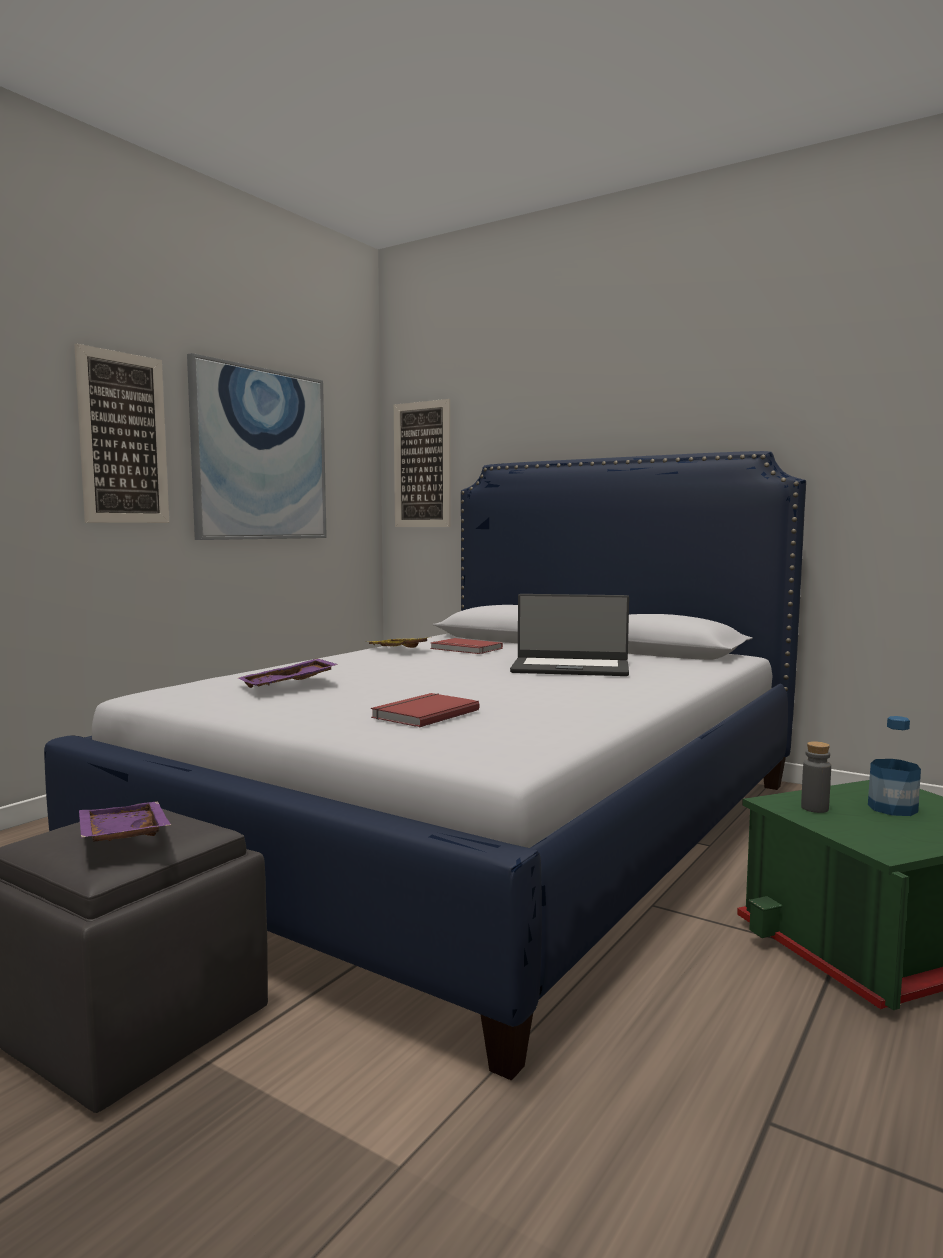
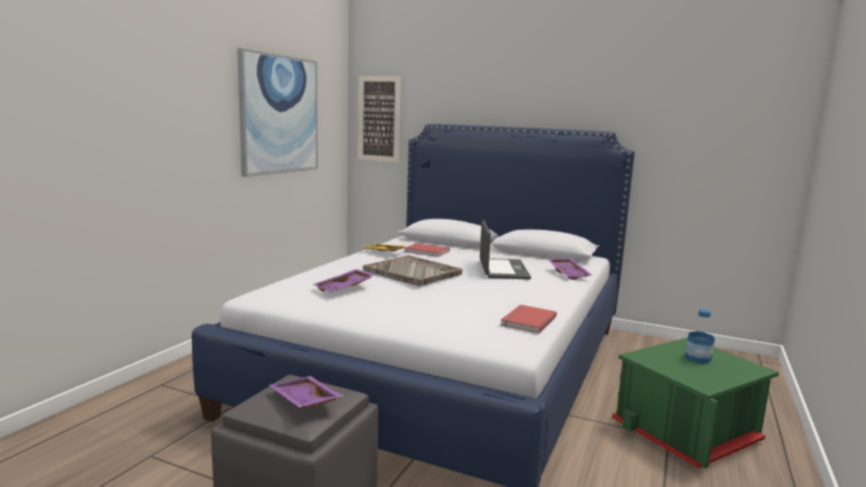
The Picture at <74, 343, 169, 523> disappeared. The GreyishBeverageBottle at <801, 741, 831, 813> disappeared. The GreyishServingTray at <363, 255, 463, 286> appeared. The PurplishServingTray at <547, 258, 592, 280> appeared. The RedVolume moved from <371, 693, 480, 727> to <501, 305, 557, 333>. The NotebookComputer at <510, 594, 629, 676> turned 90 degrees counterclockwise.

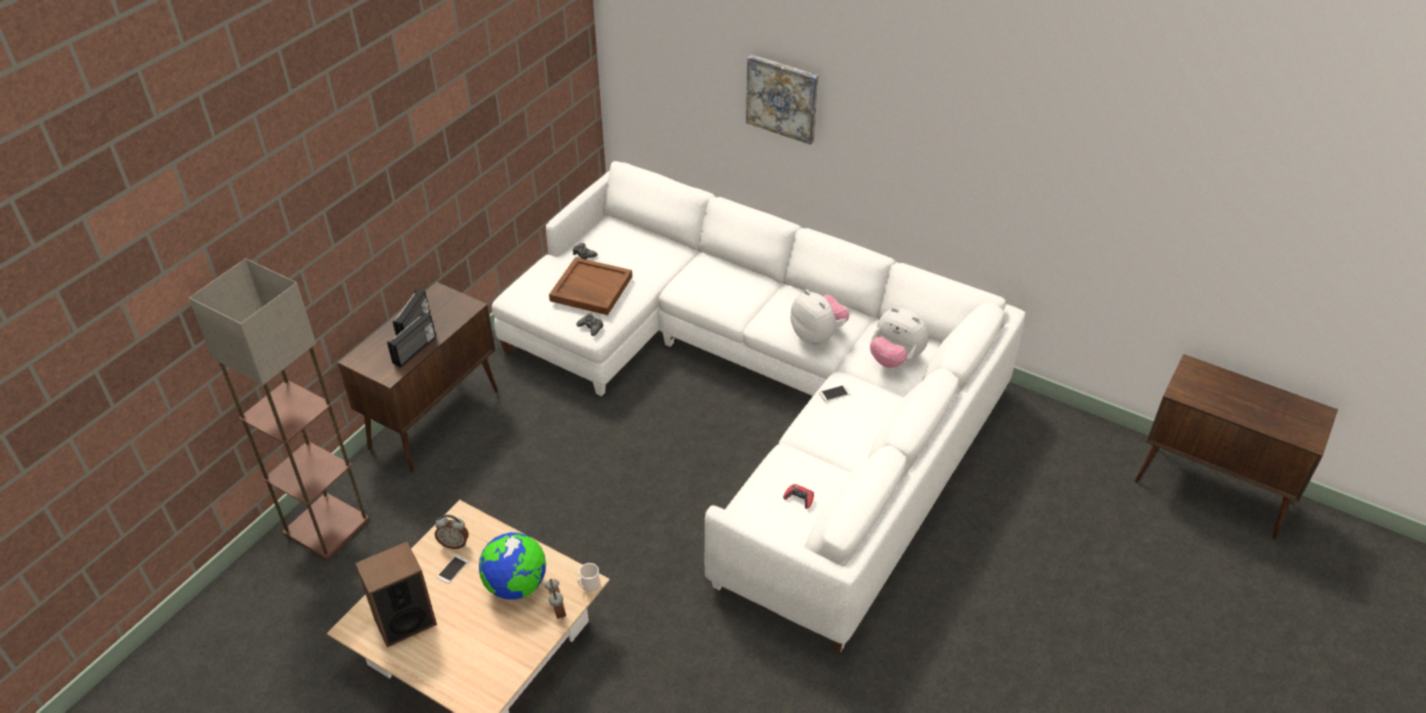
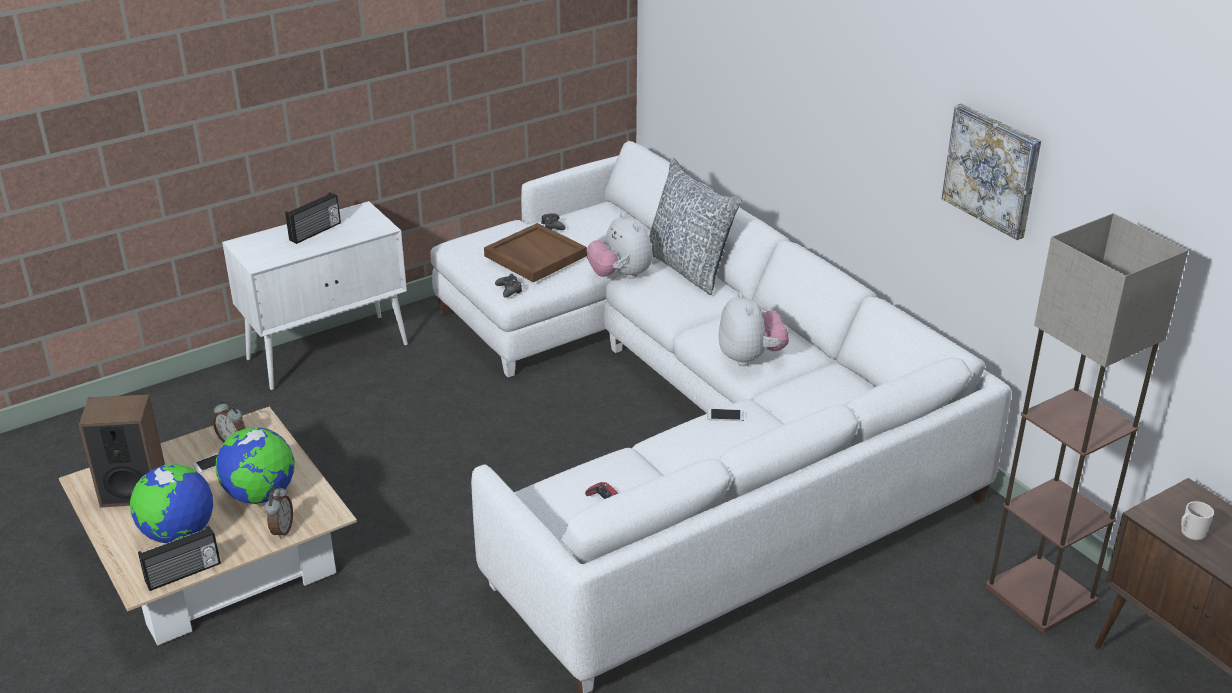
The Globe at <130, 464, 213, 543> appeared. The ThrowPillow at <649, 158, 742, 295> appeared. The StandingLamp moved from <189, 258, 369, 559> to <986, 213, 1188, 633>. The Radio moved from <387, 312, 436, 367> to <138, 526, 221, 591>. The CoffeeMug moved from <577, 563, 599, 592> to <1181, 501, 1214, 541>. The Picture moved from <746, 55, 819, 145> to <942, 103, 1041, 240>. The SoftToy moved from <870, 307, 929, 368> to <587, 213, 653, 279>. The BrownCabinet at <338, 282, 498, 473> became the WhiteColouredCabinet at <222, 201, 408, 390>.

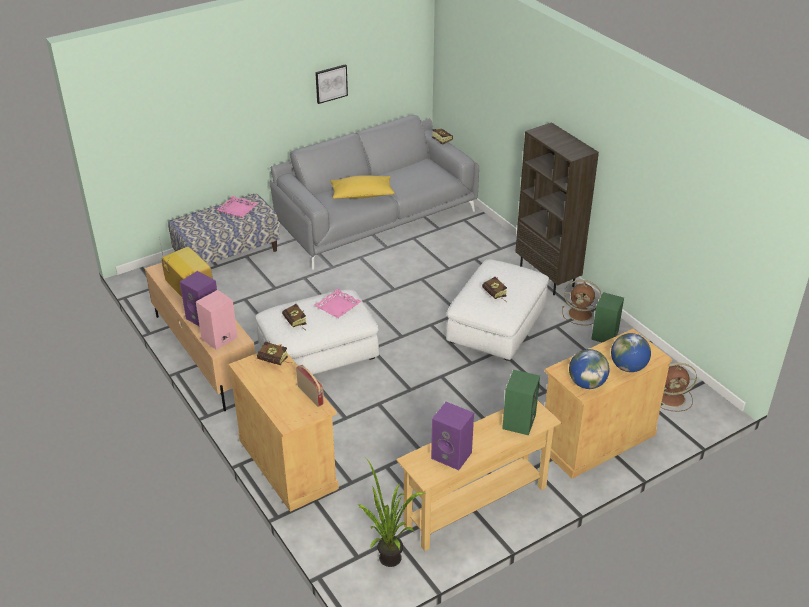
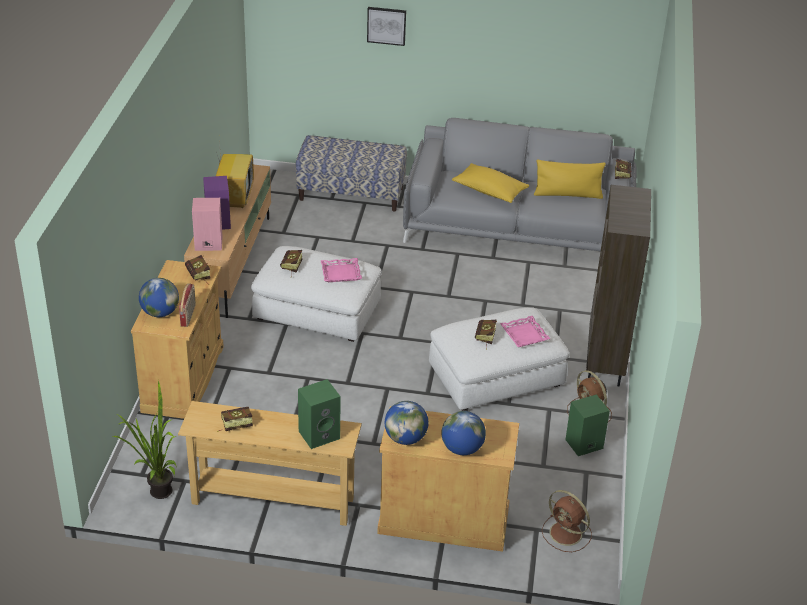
The Globe at <139, 278, 179, 317> appeared. The YellowishThrowPillow at <534, 160, 606, 199> appeared. The PinkColouredServingTray moved from <217, 196, 258, 218> to <500, 316, 550, 347>. The Picture moved from <315, 64, 348, 104> to <367, 7, 406, 46>. The PurplishAudioSpeaker at <431, 402, 474, 470> was replaced by the Volume at <217, 407, 253, 432>.

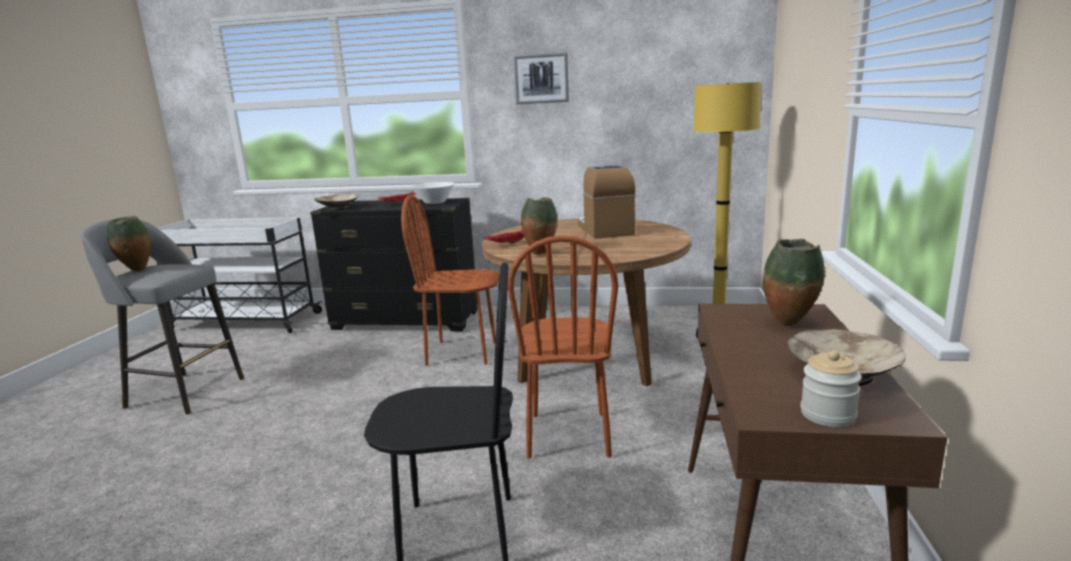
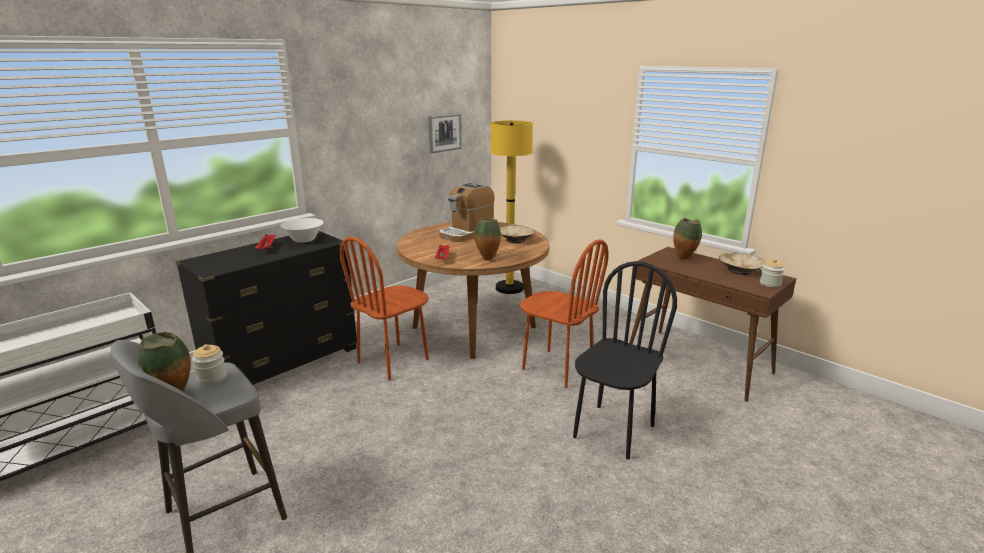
The Jar at <192, 344, 227, 385> appeared. The BeigeDeepDish moved from <314, 194, 359, 210> to <500, 225, 535, 243>. The Picture moved from <513, 52, 569, 104> to <428, 113, 462, 153>. The CoffeeMachine at <578, 165, 635, 239> turned 75 degrees counterclockwise.

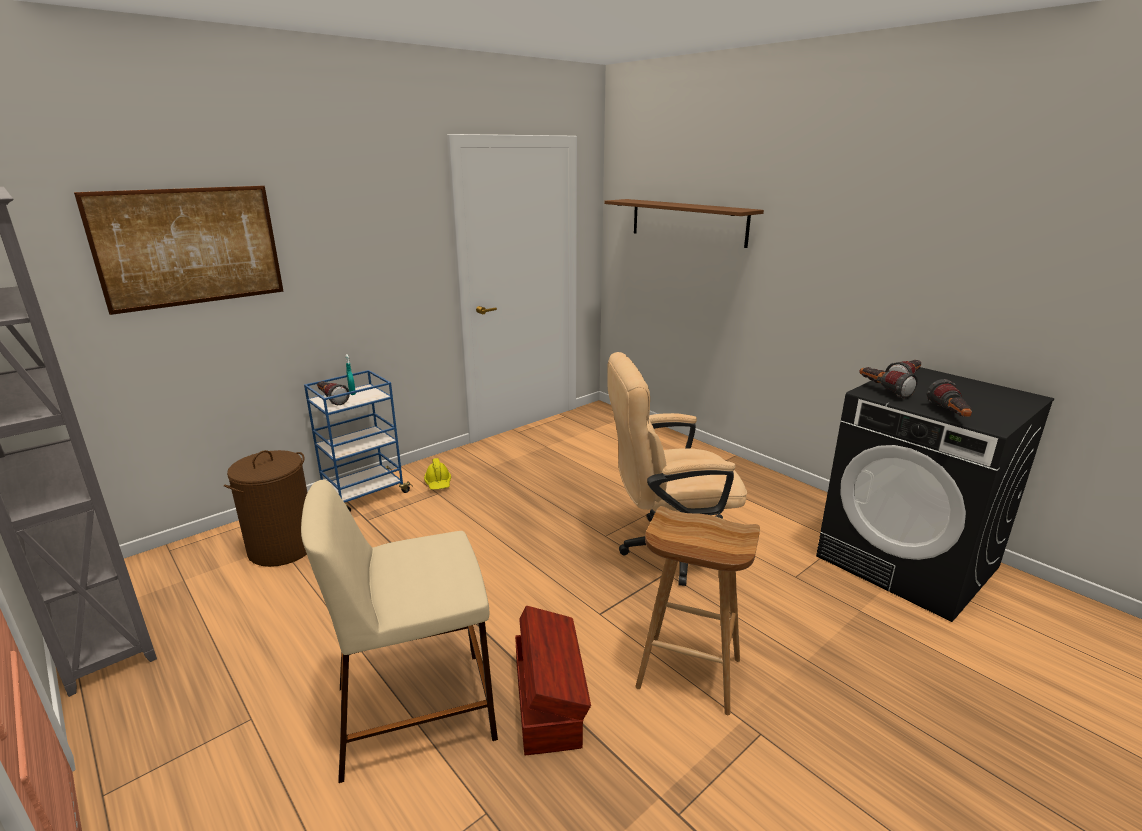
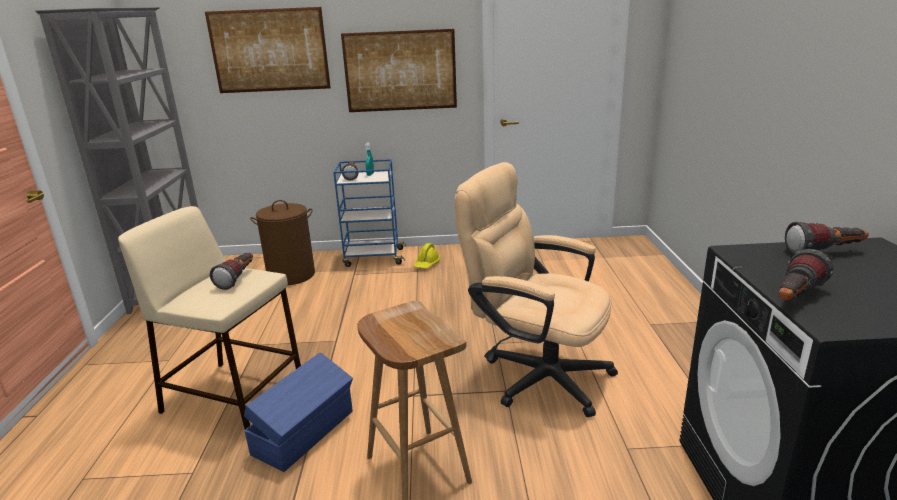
The BrownWallShelf at <604, 199, 764, 248> disappeared. The Picture at <341, 29, 457, 112> appeared. The Torch moved from <859, 367, 918, 399> to <210, 253, 253, 290>. The BrownStorageBox at <515, 606, 591, 755> became the BlueStorageBox at <244, 352, 353, 472>.

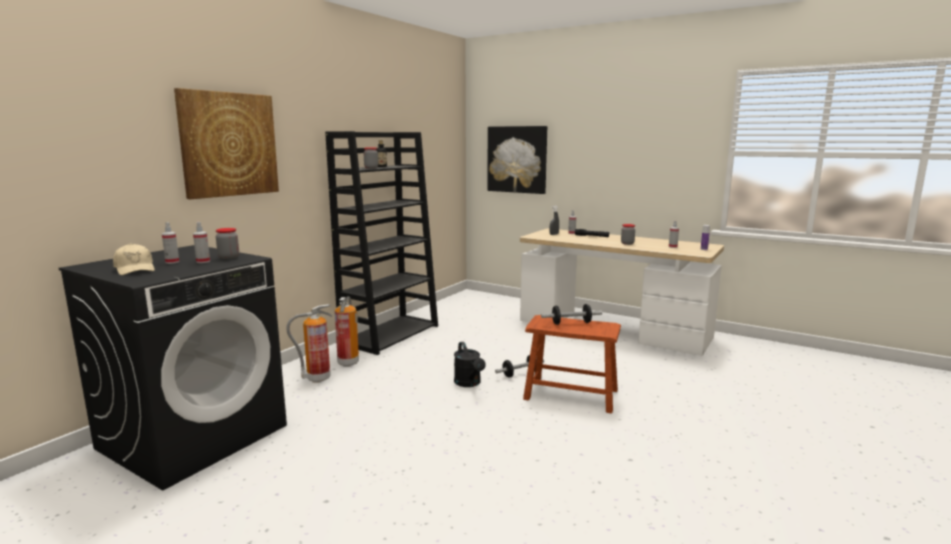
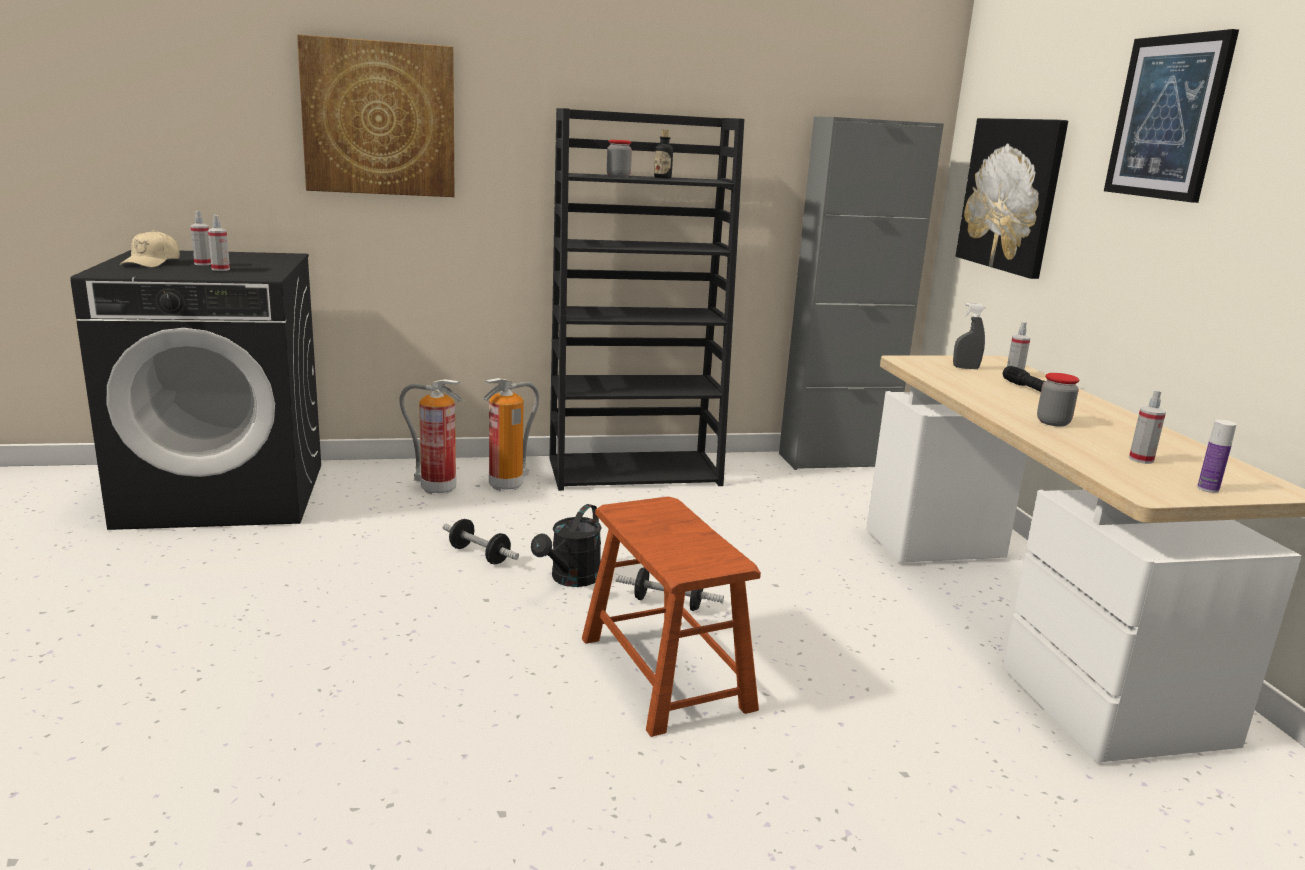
The Jar at <216, 228, 239, 259> disappeared. The GreyishCabinet at <779, 116, 944, 470> appeared. The Picture at <1104, 29, 1239, 203> appeared. The FreeWeight moved from <541, 304, 602, 325> to <442, 519, 519, 564>.

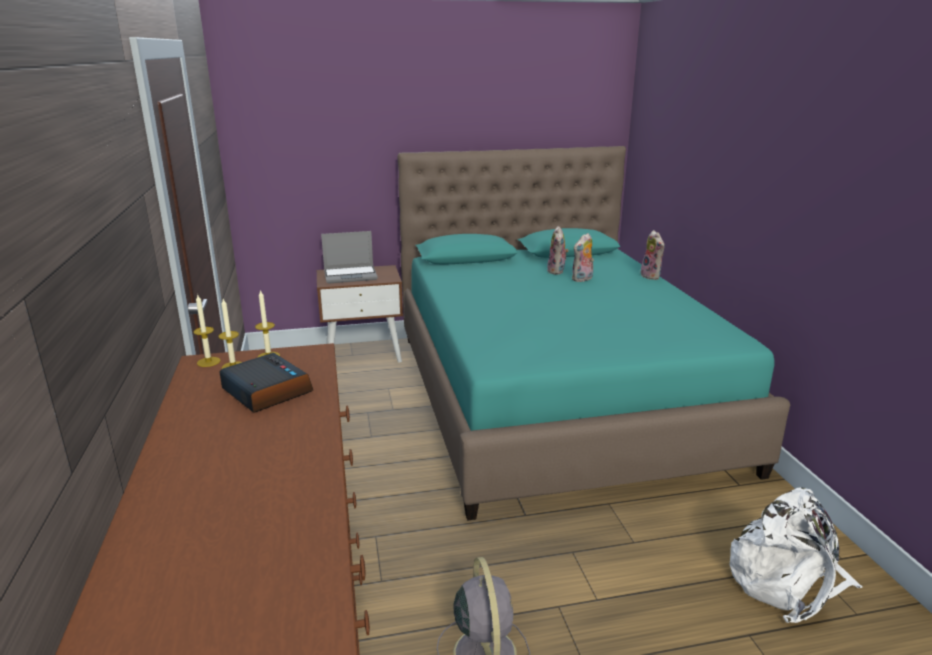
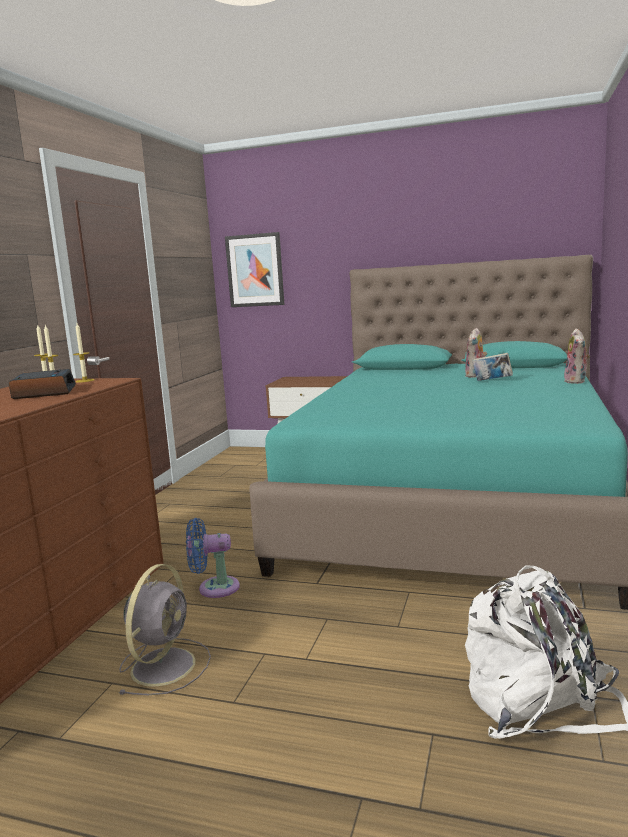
The NotebookComputer at <321, 231, 378, 284> disappeared. The BlueFan at <186, 518, 240, 598> appeared. The Picture at <225, 232, 284, 307> appeared. The SoftToy at <572, 233, 594, 282> was replaced by the Volume at <473, 353, 513, 381>.

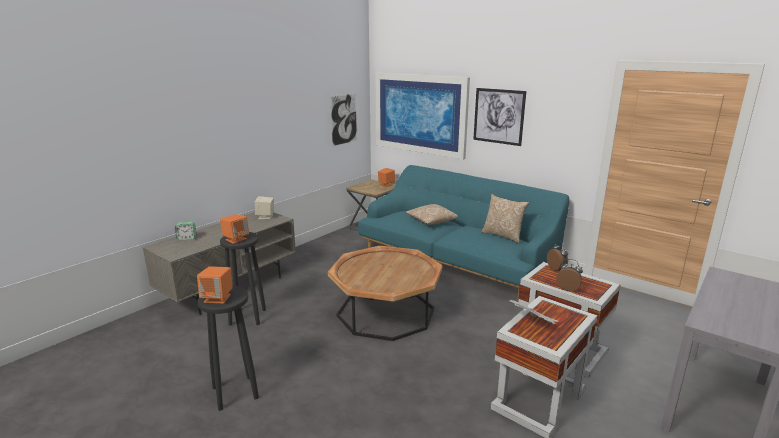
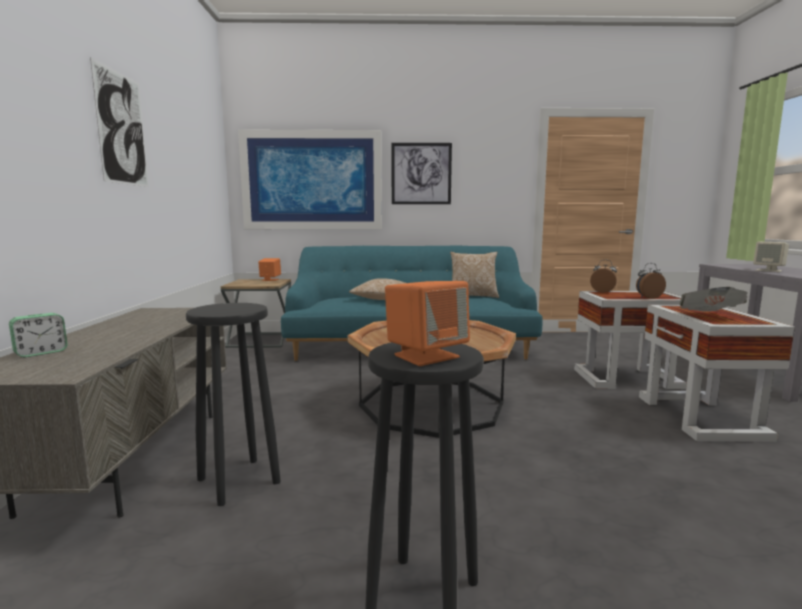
The OrangeAudioSpeaker at <220, 214, 249, 244> disappeared. The BeigeAudioSpeaker moved from <255, 196, 274, 219> to <753, 242, 789, 272>. The Picture moved from <330, 92, 357, 147> to <90, 57, 149, 187>.

